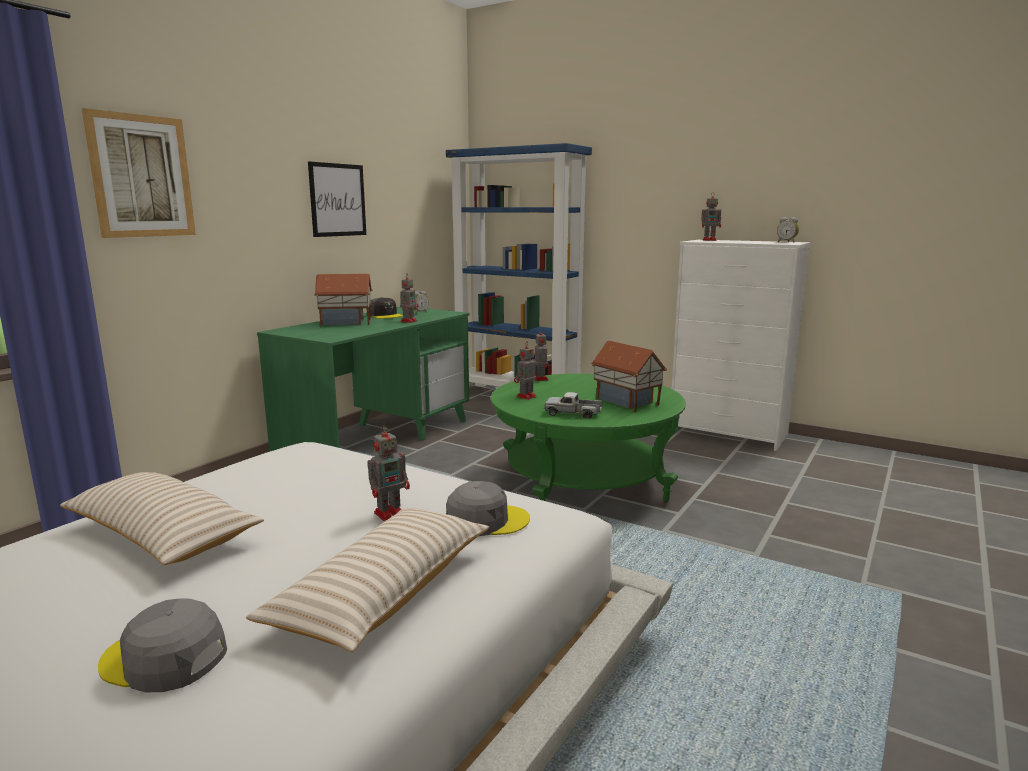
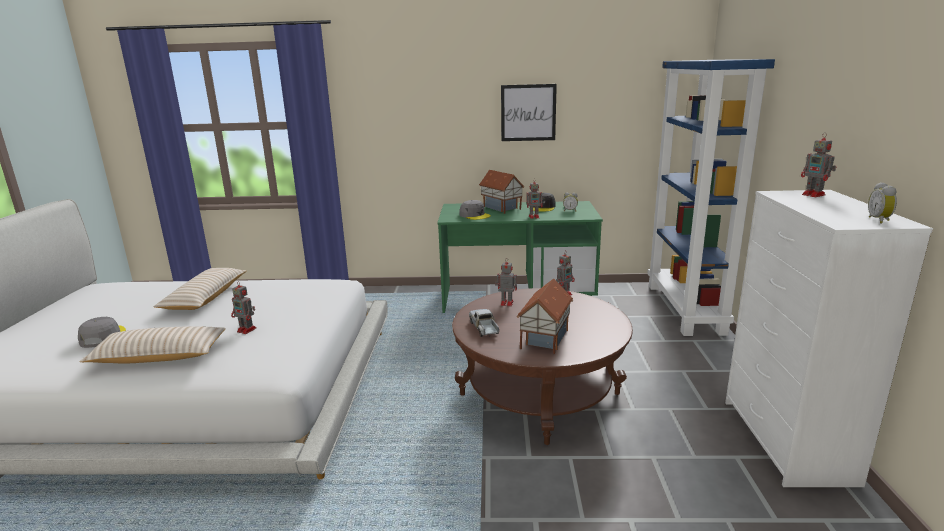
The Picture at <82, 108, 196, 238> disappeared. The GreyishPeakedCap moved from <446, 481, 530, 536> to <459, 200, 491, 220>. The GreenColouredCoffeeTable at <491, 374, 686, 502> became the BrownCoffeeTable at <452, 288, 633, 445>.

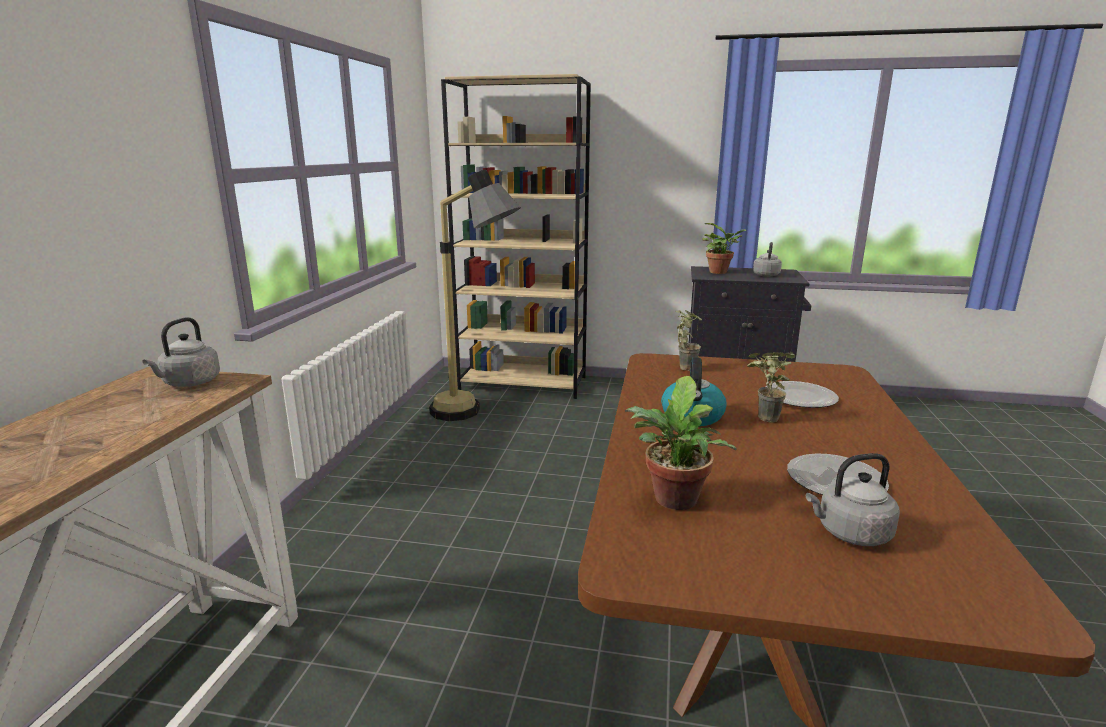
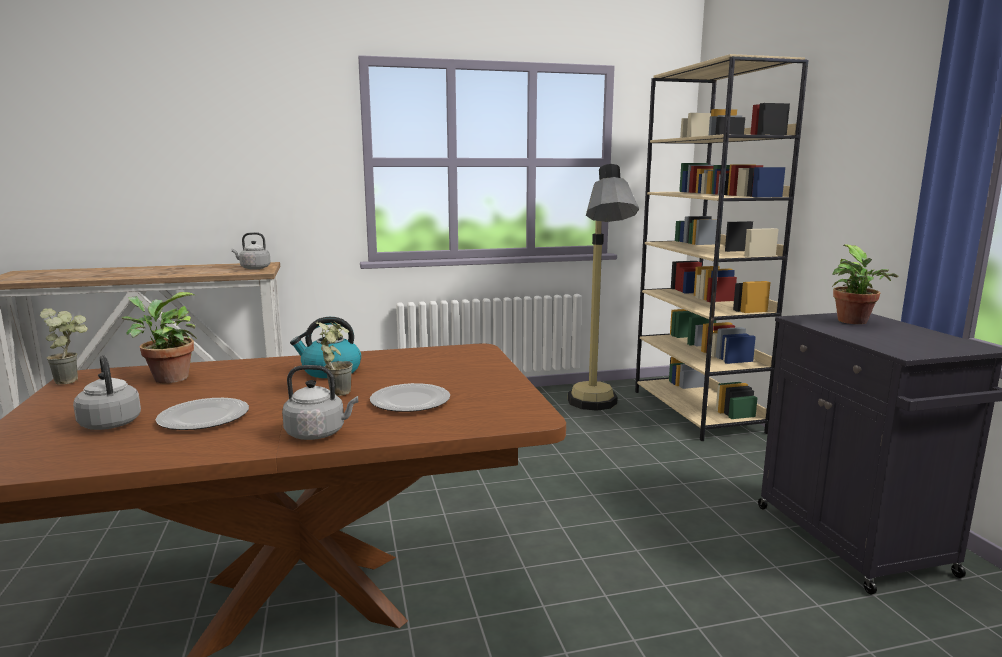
The PottedPlant moved from <676, 310, 702, 371> to <40, 308, 88, 385>. The GreyishWaterKettle moved from <753, 242, 782, 277> to <282, 365, 358, 440>.

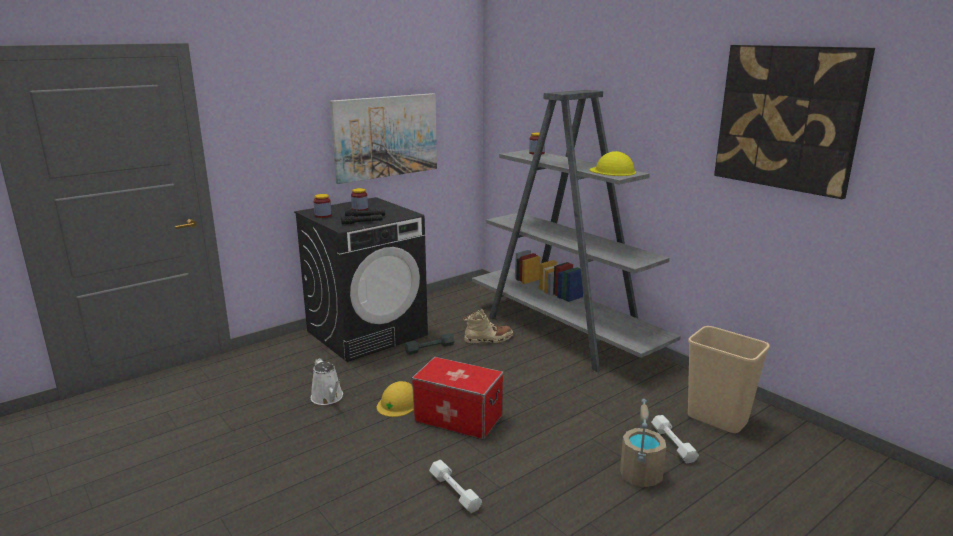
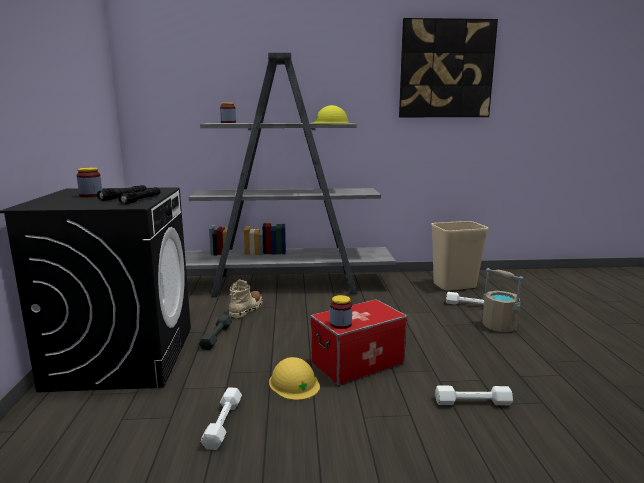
The Picture at <330, 93, 437, 184> disappeared. The Jar moved from <313, 194, 332, 218> to <330, 295, 352, 329>. The WhiteColouredWateringPot at <311, 358, 343, 405> was replaced by the WhiteColouredFreeWeight at <200, 388, 242, 450>.

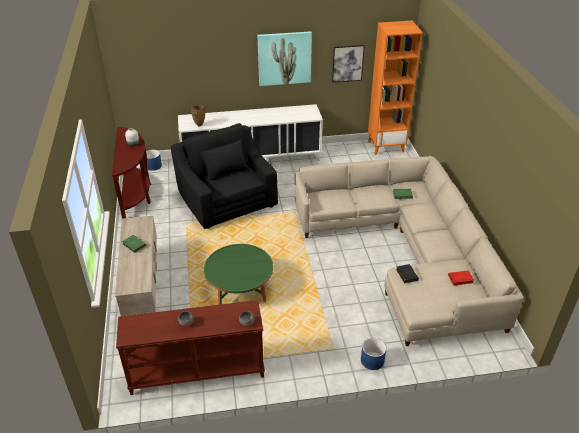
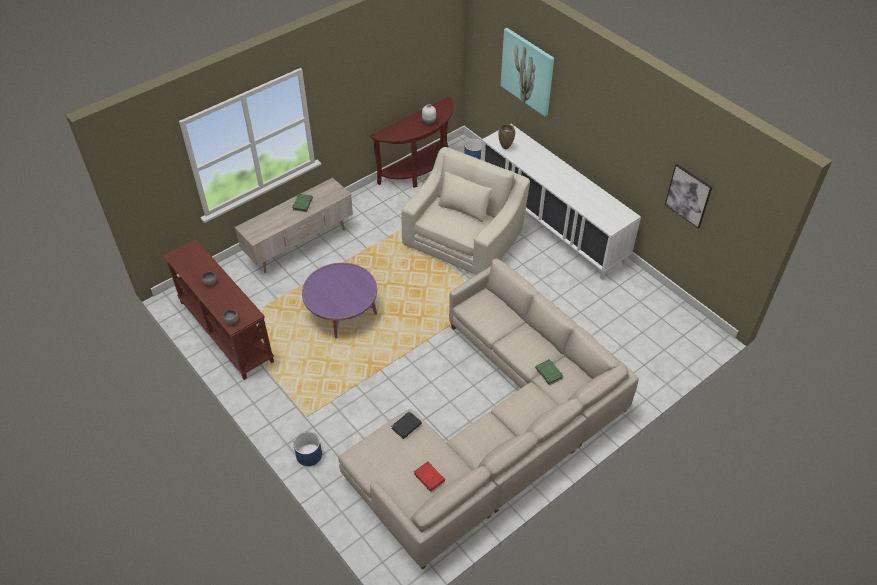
The OrangeBookcase at <368, 21, 423, 155> disappeared. The Picture moved from <258, 31, 312, 86> to <501, 28, 554, 117>. The BlackishEasyChair at <171, 123, 278, 229> became the BeigeEasyChair at <401, 147, 530, 275>. The GreenColouredCoffeeTable at <204, 244, 273, 305> became the PurplishCoffeeTable at <302, 263, 377, 339>.

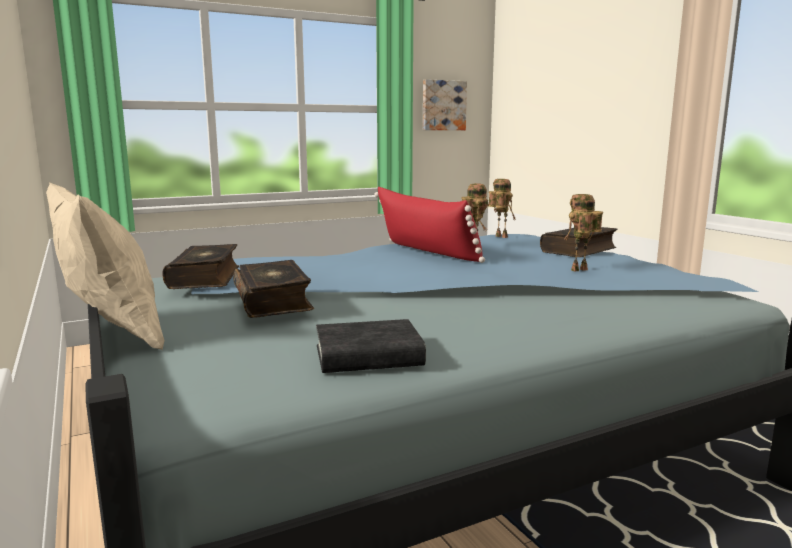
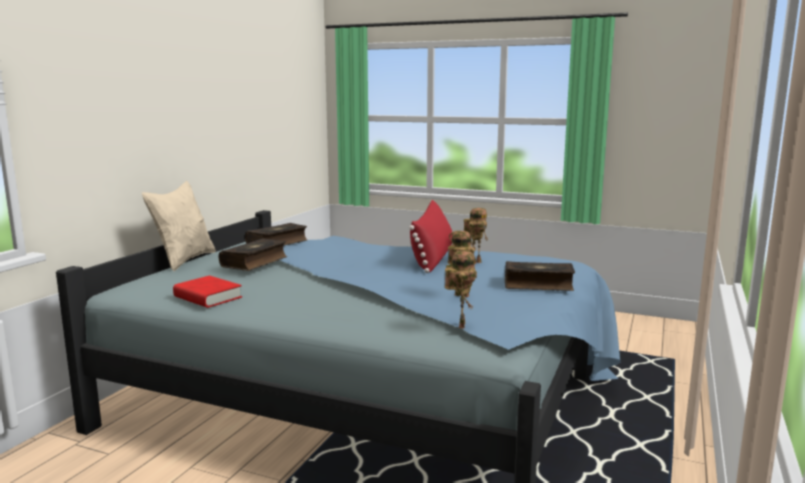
The Picture at <423, 79, 467, 130> disappeared. The ToyRobot moved from <488, 179, 516, 238> to <445, 250, 477, 329>. The BlackishVolume at <316, 319, 426, 373> became the RedVolume at <173, 275, 242, 308>.

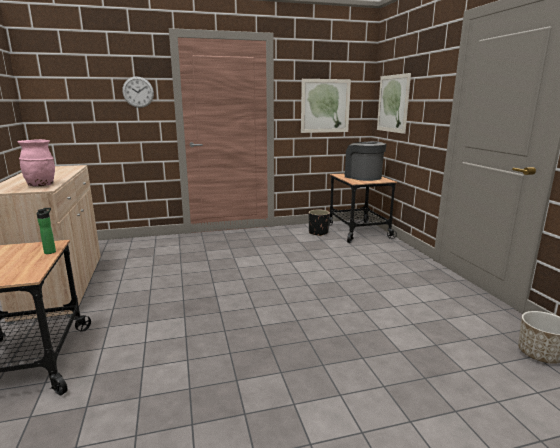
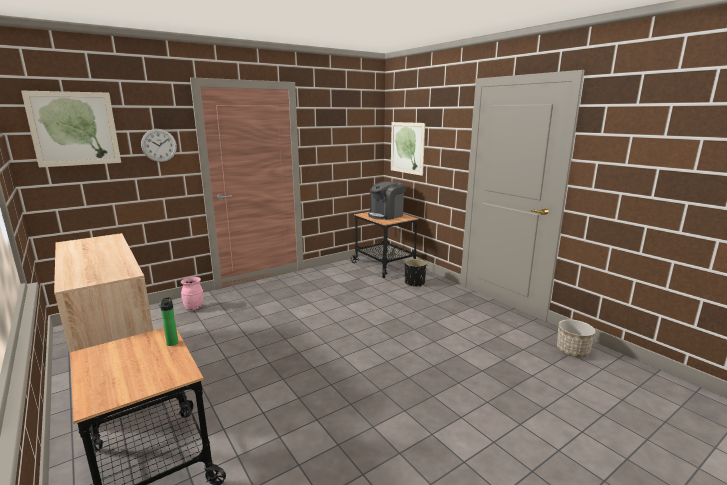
The PinkColouredVase moved from <18, 139, 55, 186> to <181, 277, 204, 311>. The Picture moved from <301, 79, 351, 133> to <21, 90, 121, 168>. The BlackishPlantPot moved from <309, 210, 330, 236> to <405, 259, 427, 287>. The CoffeeMachine at <344, 141, 386, 181> turned 75 degrees counterclockwise.

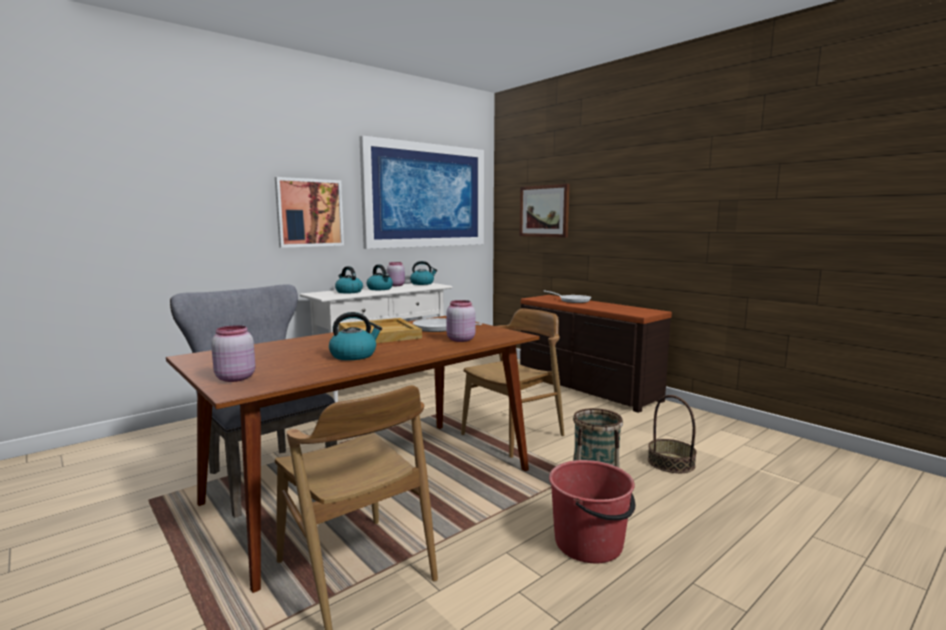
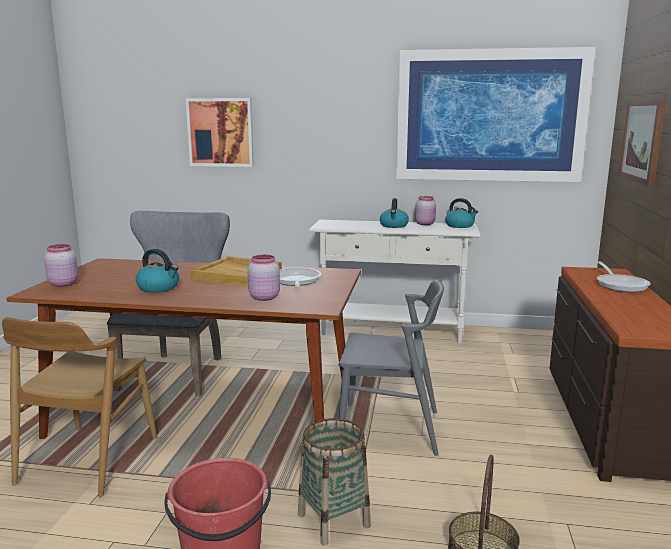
The WaterKettle at <335, 266, 363, 293> disappeared. The Picture moved from <275, 177, 344, 248> to <186, 98, 254, 167>. The BrownChair at <461, 308, 564, 458> became the GreyishChair at <339, 279, 444, 456>.

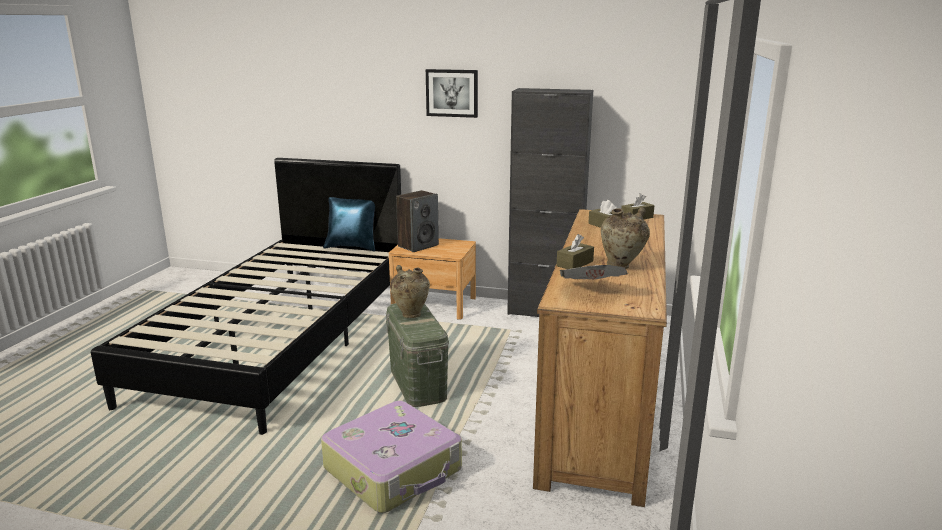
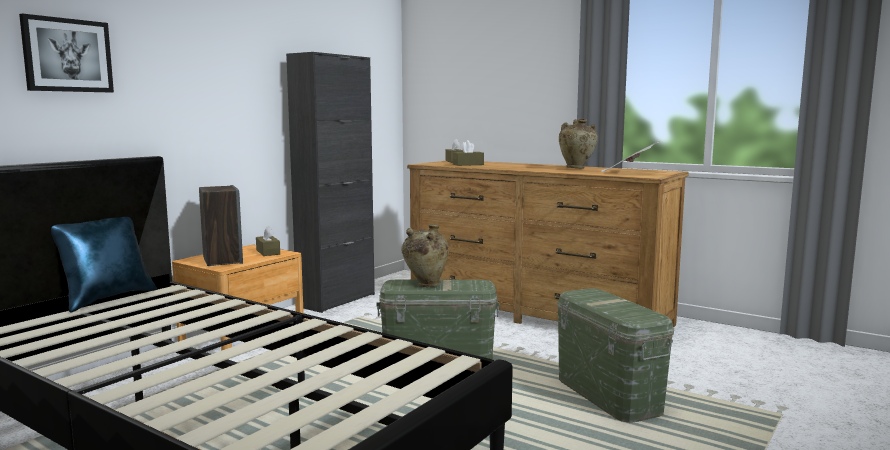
The Picture moved from <426, 69, 478, 118> to <19, 14, 114, 93>. The BrownTissueHolder moved from <557, 234, 594, 269> to <256, 226, 280, 256>. The Suitcase at <321, 401, 462, 513> was replaced by the GreenColouredStorageBox at <557, 288, 674, 423>.

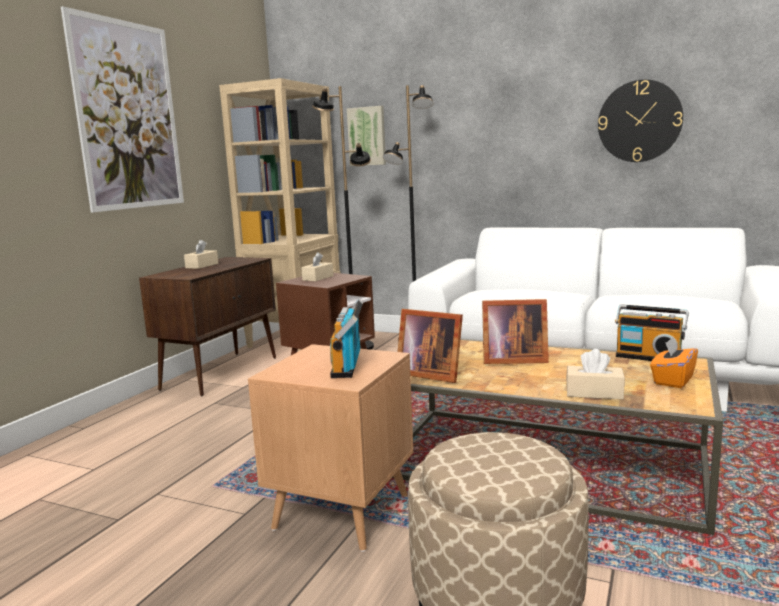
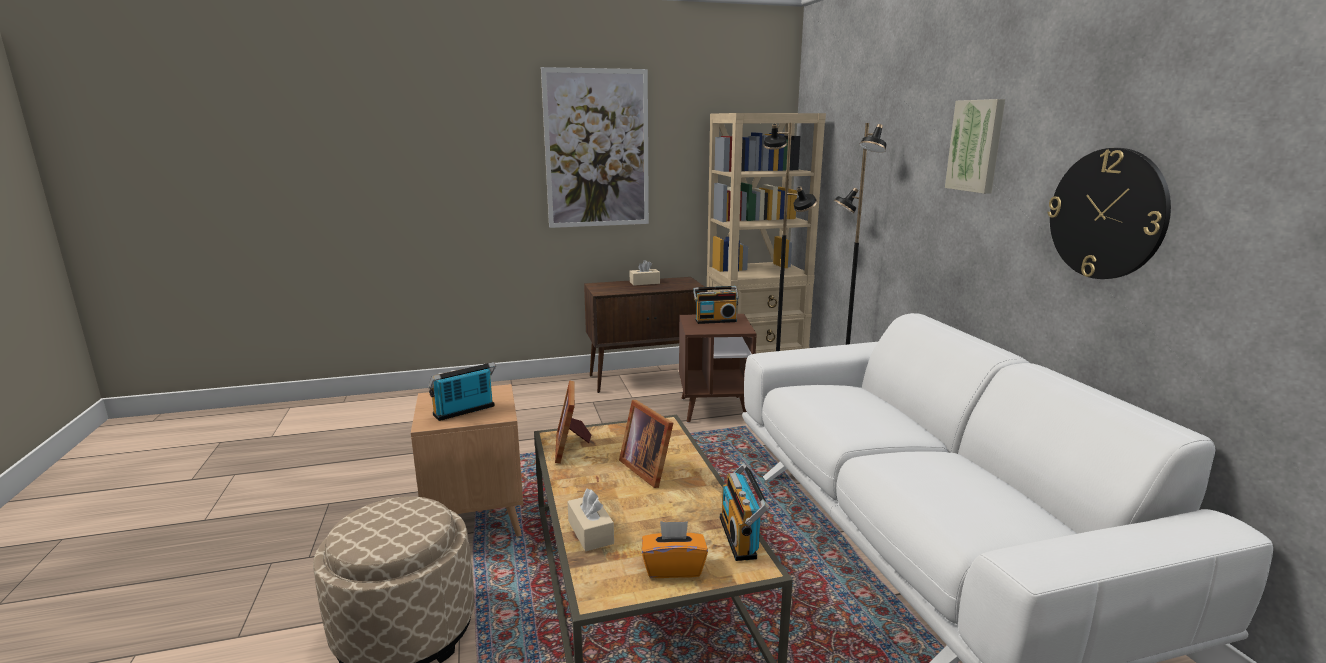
The Picture moved from <347, 106, 386, 166> to <945, 99, 1005, 194>. The BeigeTissueHolder at <301, 252, 333, 282> was replaced by the Radio at <693, 286, 739, 324>.

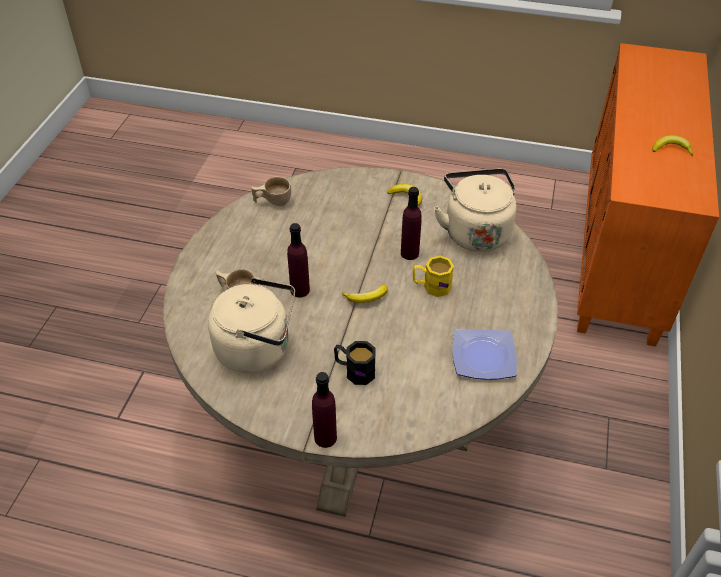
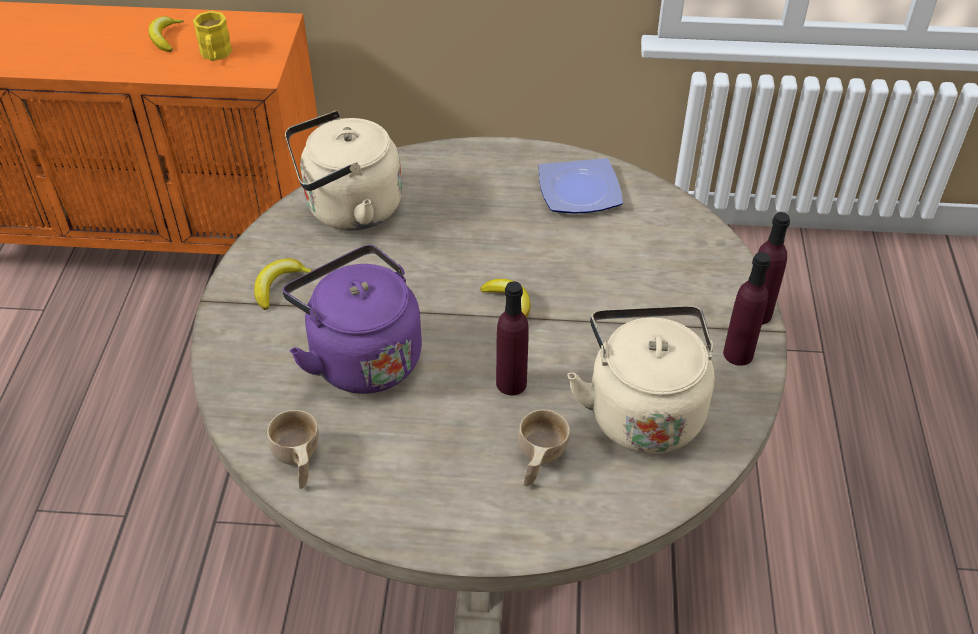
The BlackishCoffeeMug at <334, 341, 376, 385> disappeared. The PurplishWaterKettle at <283, 245, 422, 394> appeared. The PurplishBeverageBottle moved from <401, 187, 422, 260> to <723, 252, 771, 366>. The YellowishCoffeeMug moved from <413, 256, 454, 297> to <193, 11, 233, 61>.

